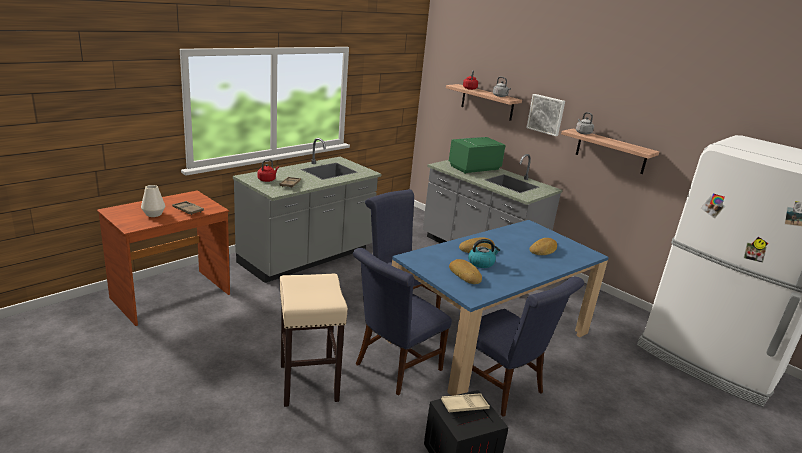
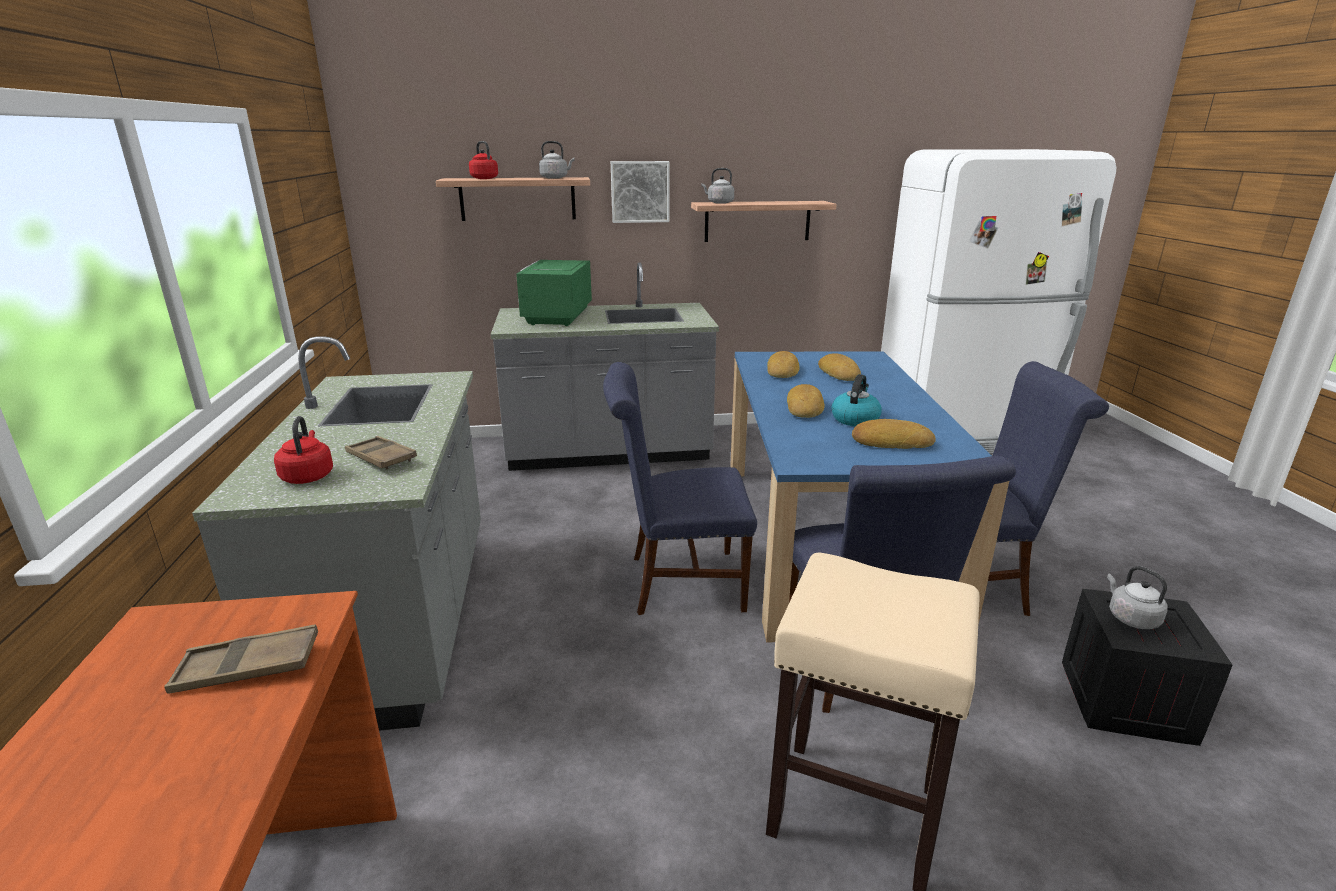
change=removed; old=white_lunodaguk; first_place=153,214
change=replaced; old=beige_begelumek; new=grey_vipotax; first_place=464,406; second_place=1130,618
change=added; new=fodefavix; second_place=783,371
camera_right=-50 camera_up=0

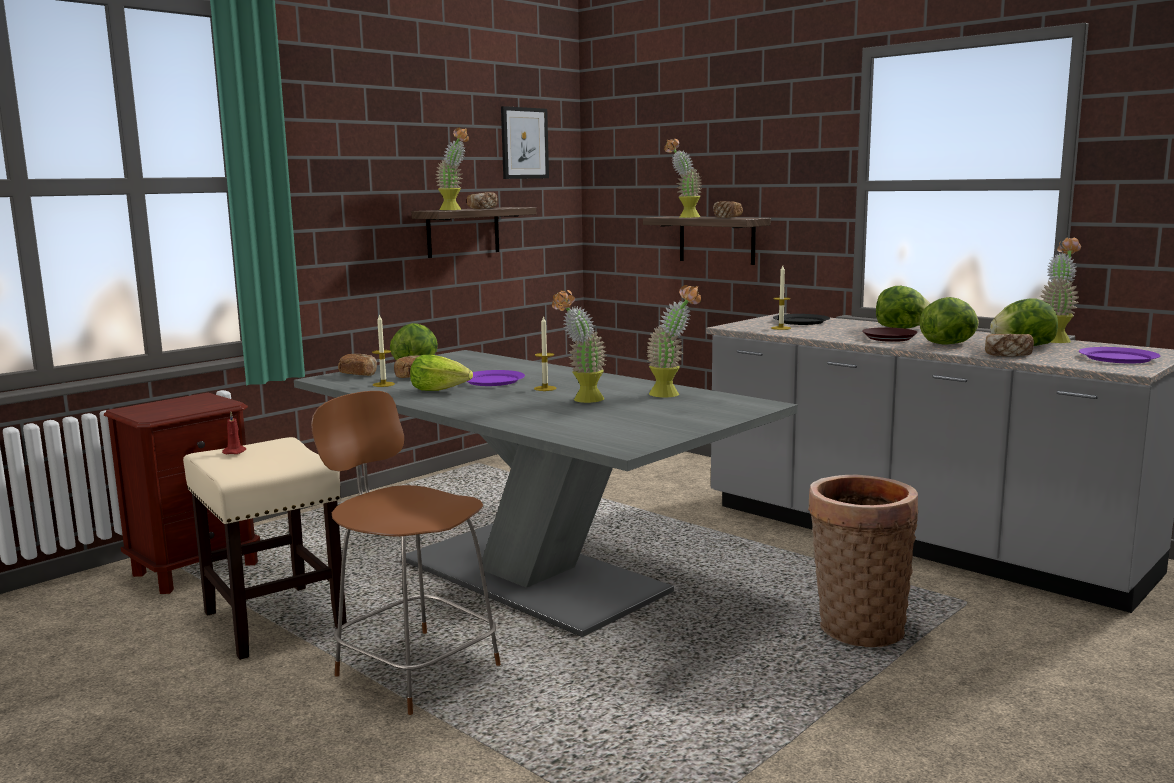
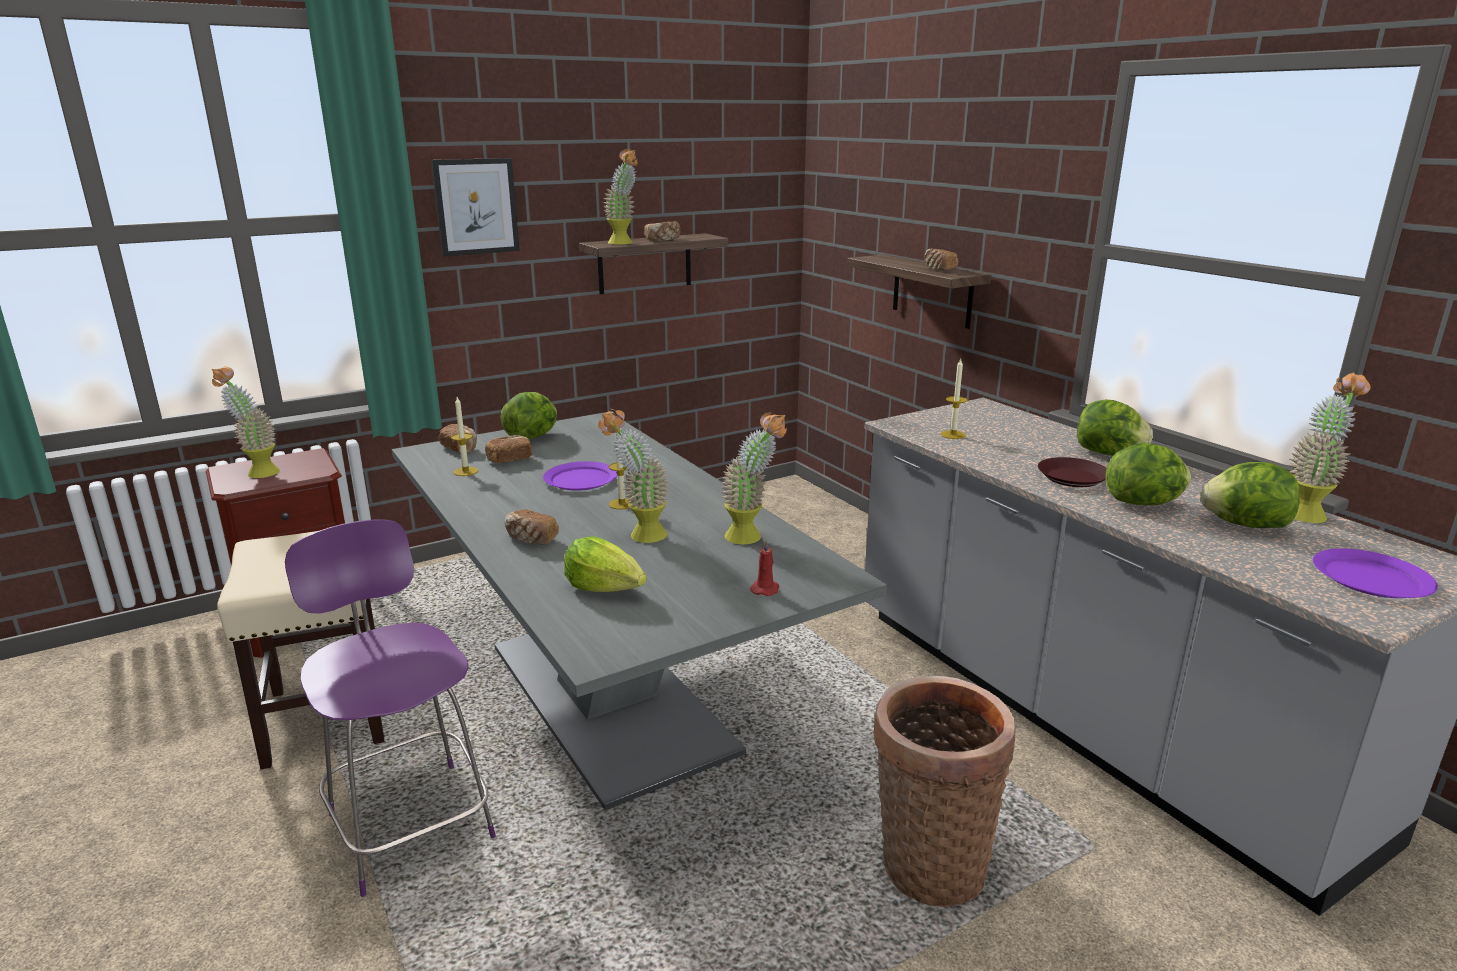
change=moved; old=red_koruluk; first_place=235,452; second_place=765,589
change=recoloured; old=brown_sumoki; new=purple_sumoki; first_place=414,669; second_place=409,822
change=moved; old=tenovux; first_place=440,390; second_place=605,588
change=moved; old=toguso; first_place=524,143; second_place=476,206
change=moved; old=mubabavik; first_place=683,217; second_place=256,472
change=removed; old=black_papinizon; first_place=801,321
change=moved; old=fodefavix; first_place=1007,355; second_place=531,539
camera_right=15 camera_up=10

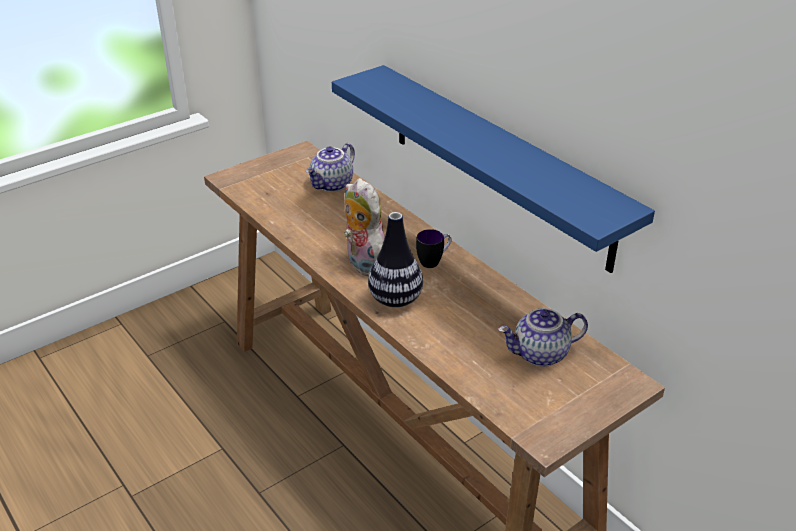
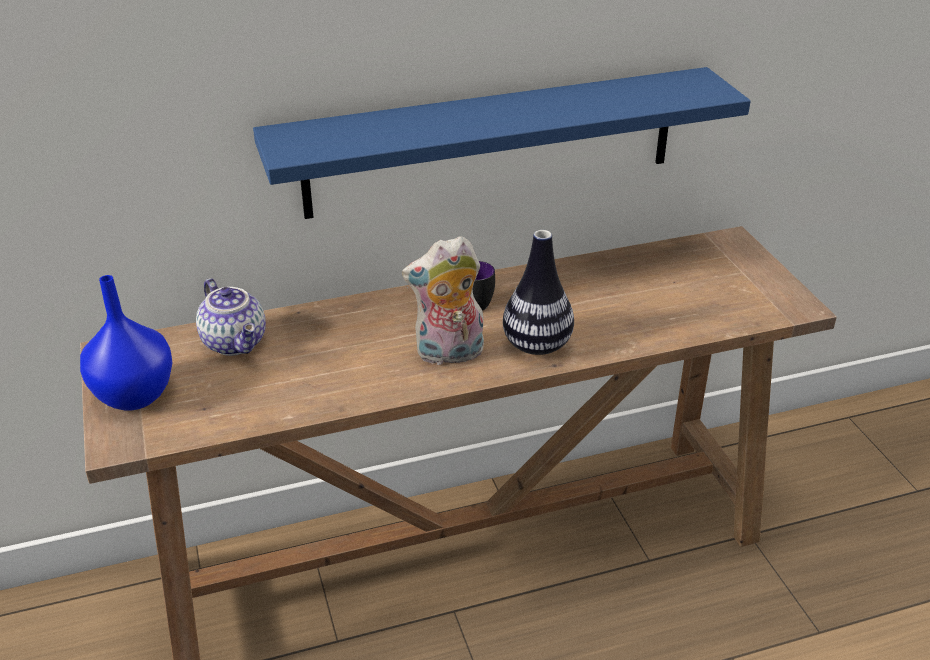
change=removed; old=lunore; first_place=540,355
change=added; new=blue_lunodaguk; second_place=135,394
camera_right=-70 camera_up=0

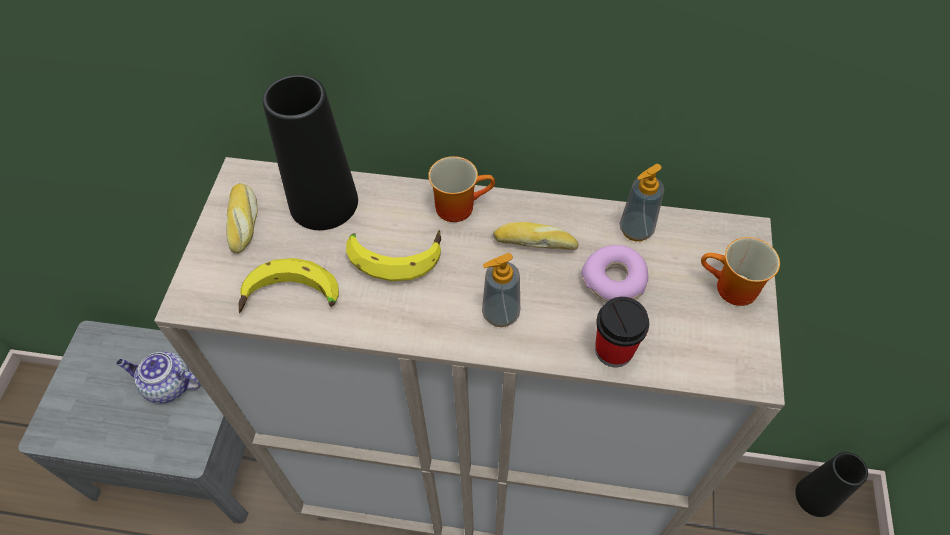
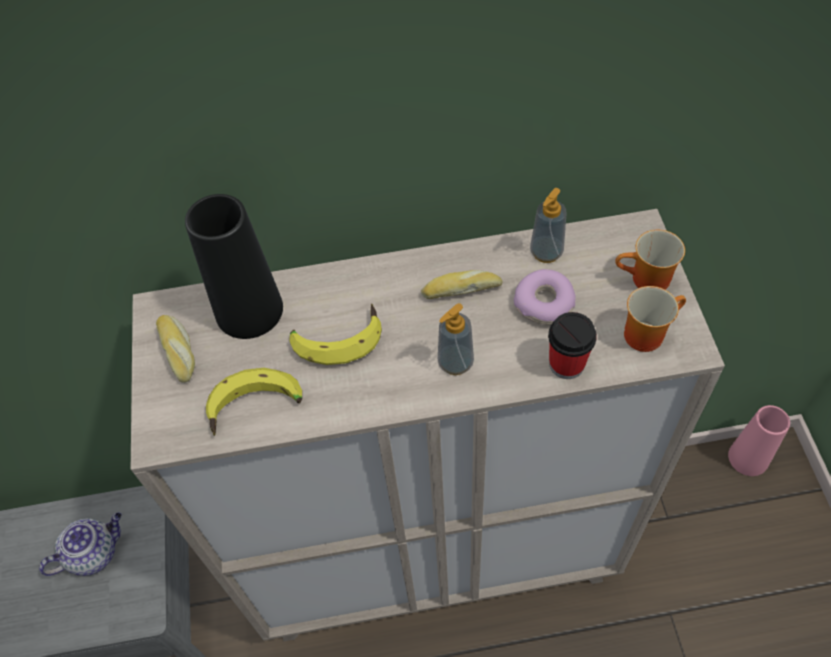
change=turned; old=lunore; first_place=168,385; second_place=94,552; degrees=150
change=moved; old=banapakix; first_place=458,204; second_place=645,331
change=recoloured; old=black_lunodaguk; new=pink_lunodaguk; first_place=816,496; second_place=748,458
camera_right=-15 camera_up=0

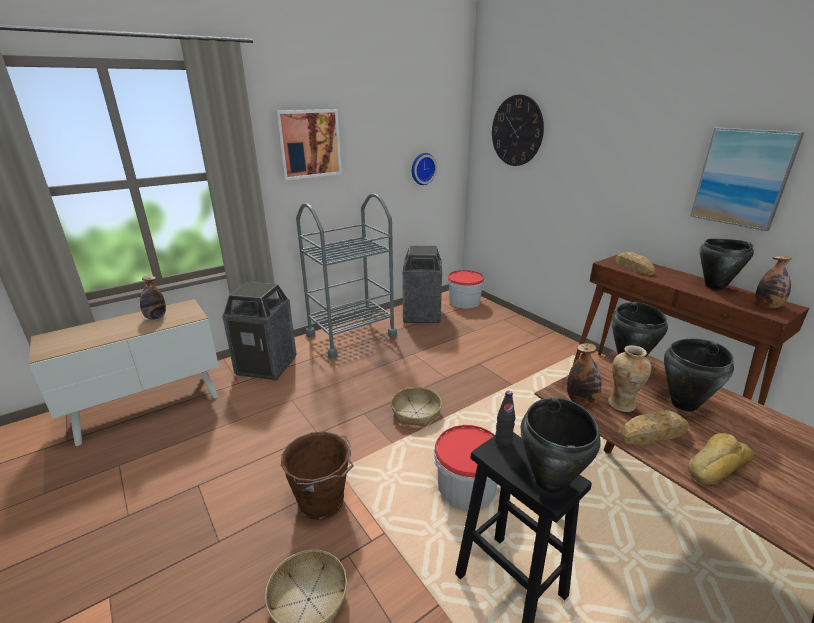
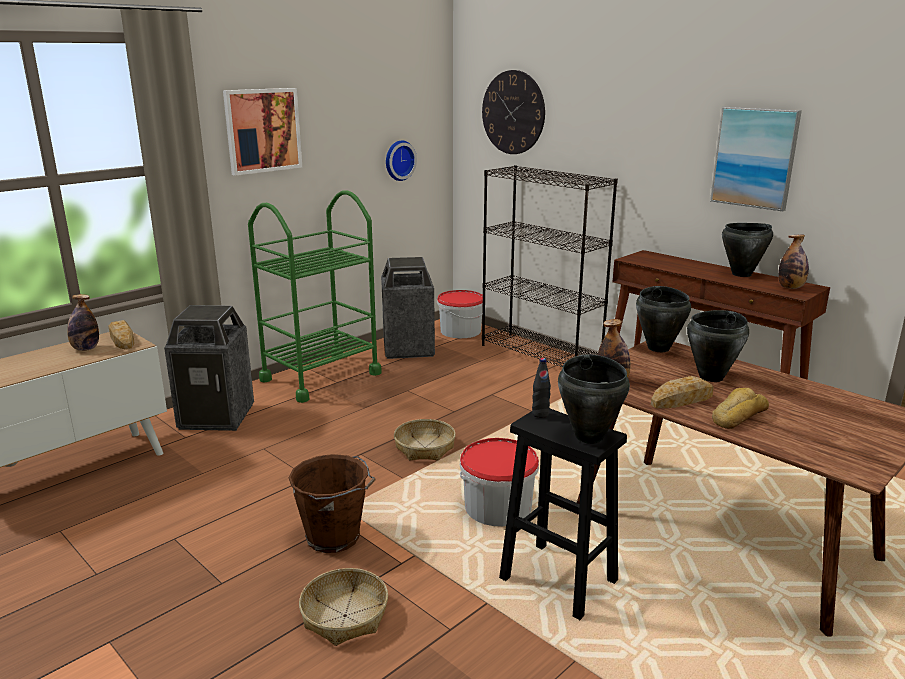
change=recoloured; old=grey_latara; new=green_latara; first_place=351,335; second_place=321,377
change=removed; old=lunodaguk; first_place=621,404
change=moved; old=fodefavix; first_place=633,267; second_place=122,339
change=added; new=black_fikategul; second_place=541,354
camera_right=-10 camera_up=-5

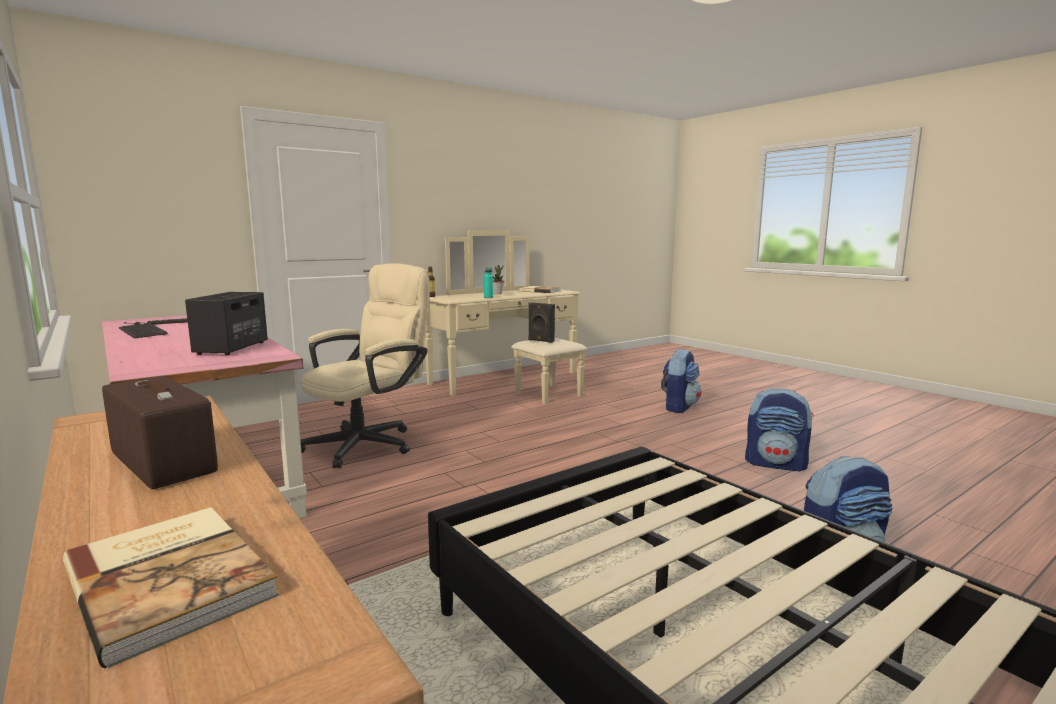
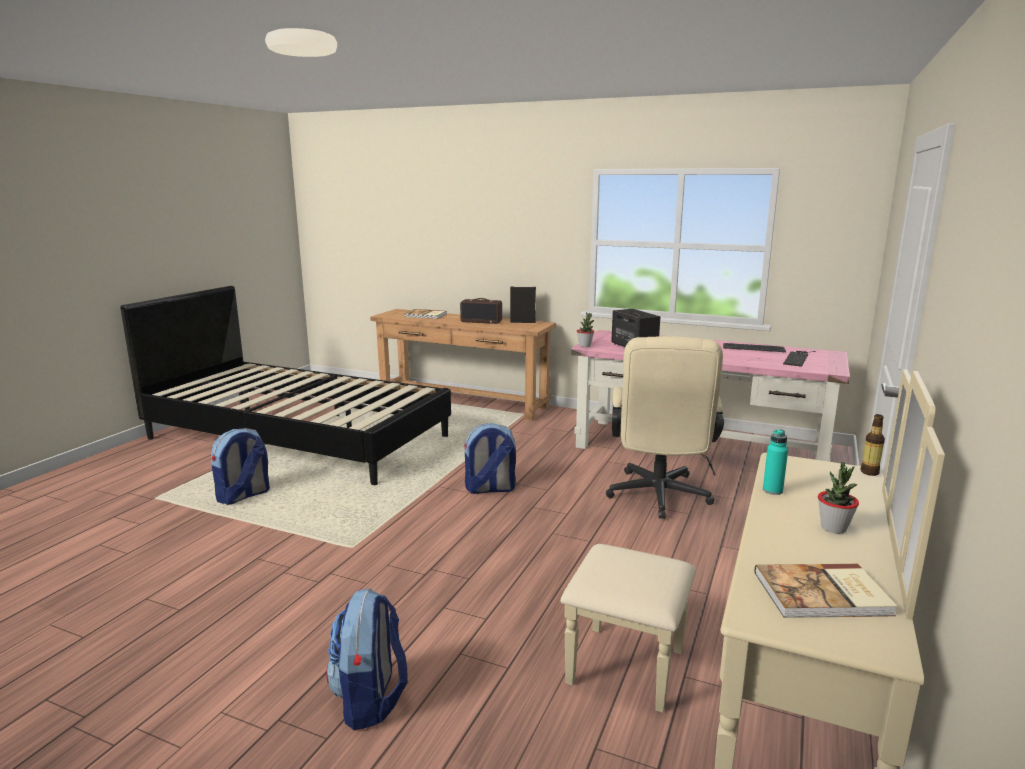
change=moved; old=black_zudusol; first_place=540,341; second_place=522,322
change=moved; old=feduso; first_place=776,464; second_place=490,489
change=added; new=mubabavik; second_place=585,345
camera_right=150 camera_up=5

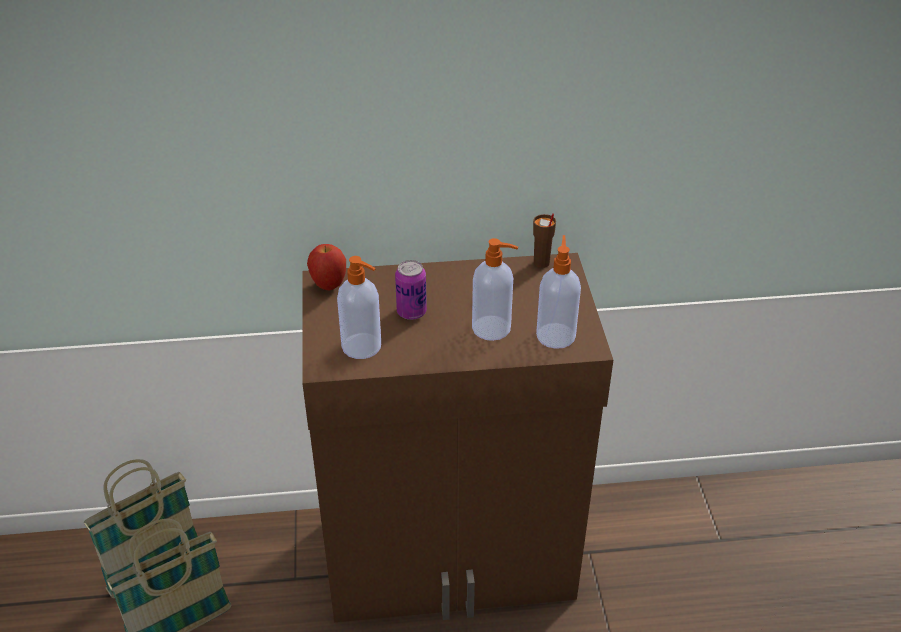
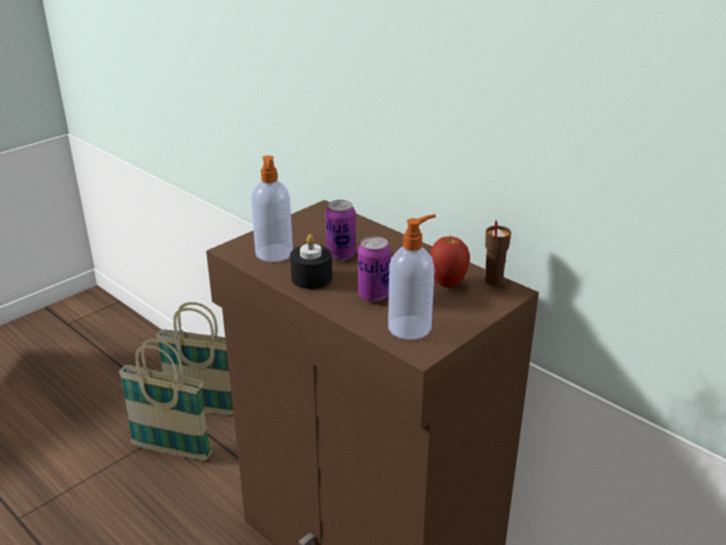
change=moved; old=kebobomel; first_place=329,285; second_place=447,283
change=replaced; old=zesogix; new=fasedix; first_place=493,328; second_place=374,295
change=added; new=black_koruluk; second_place=311,278
camera_right=50 camera_up=-10

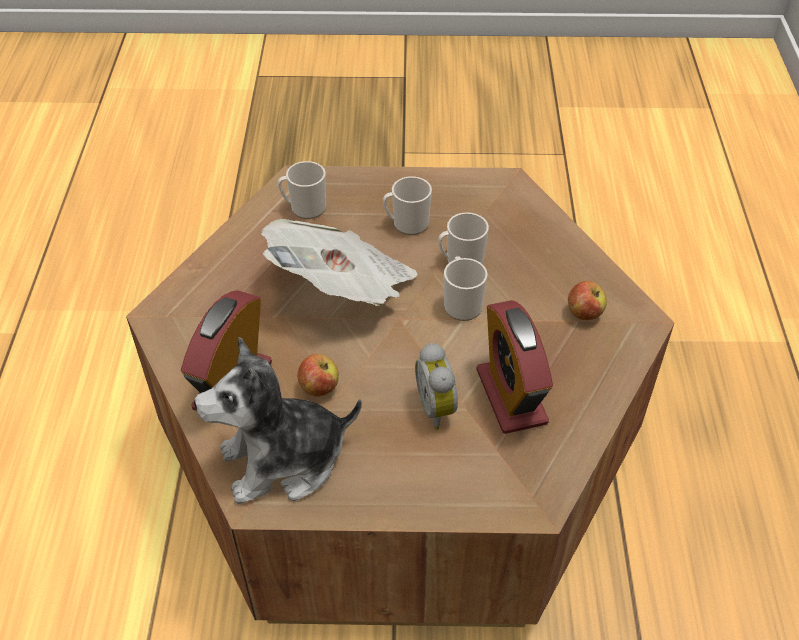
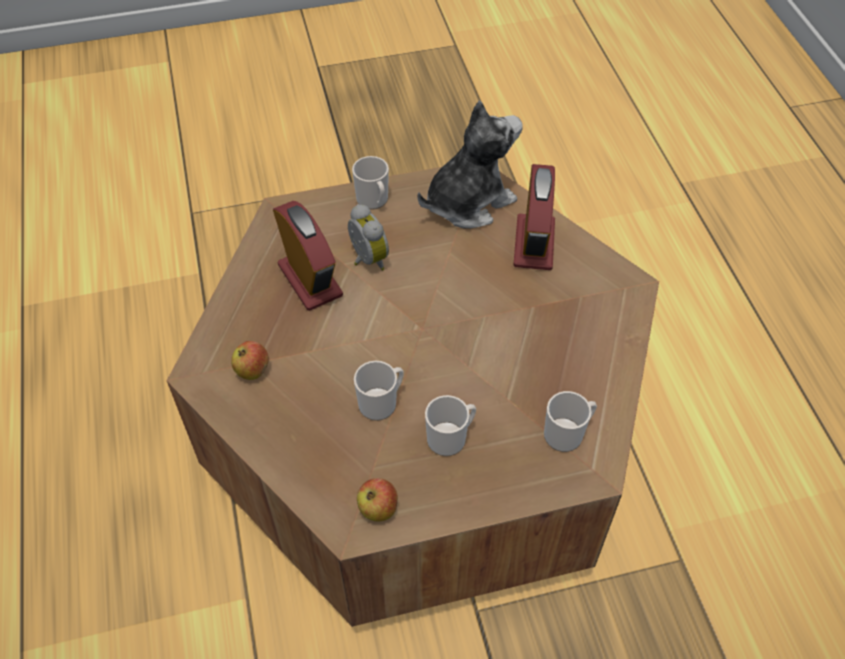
change=removed; old=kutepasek; first_place=343,288
change=moved; old=kebobomel; first_place=319,387; second_place=378,508
change=moved; old=banapakix; first_place=461,303; second_place=374,201
camera_right=165 camera_up=5

